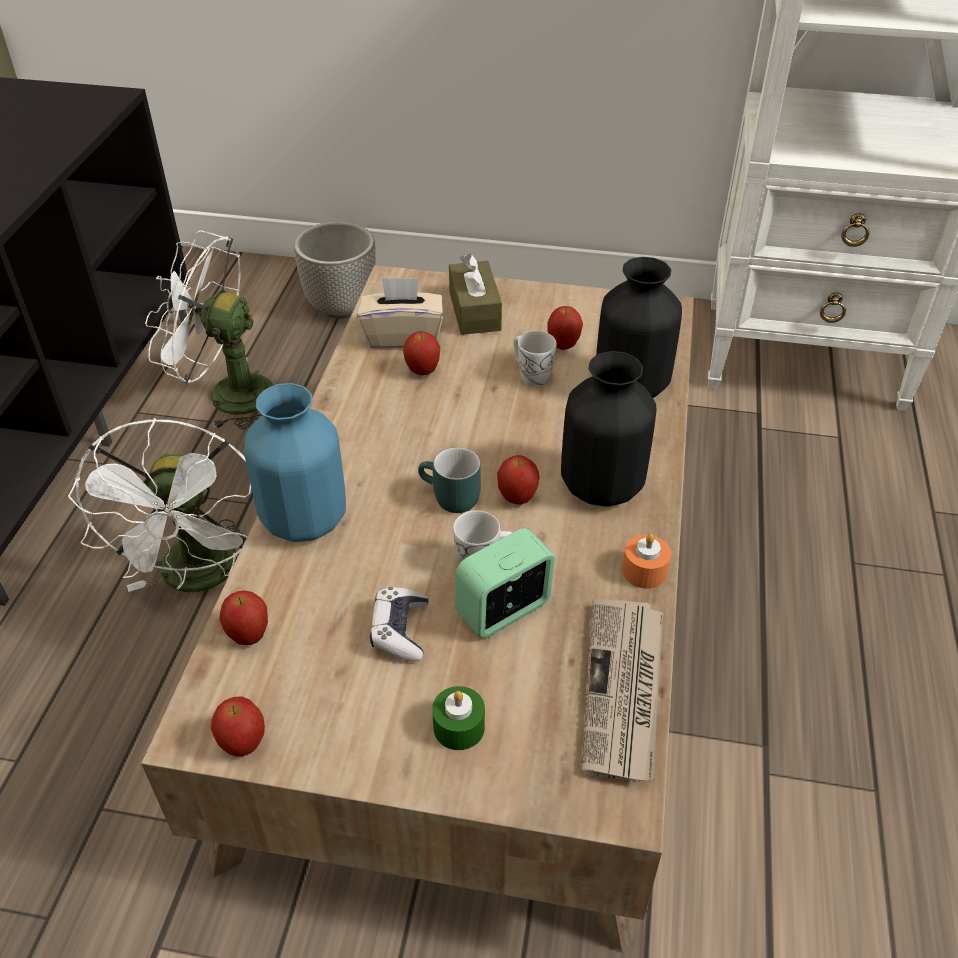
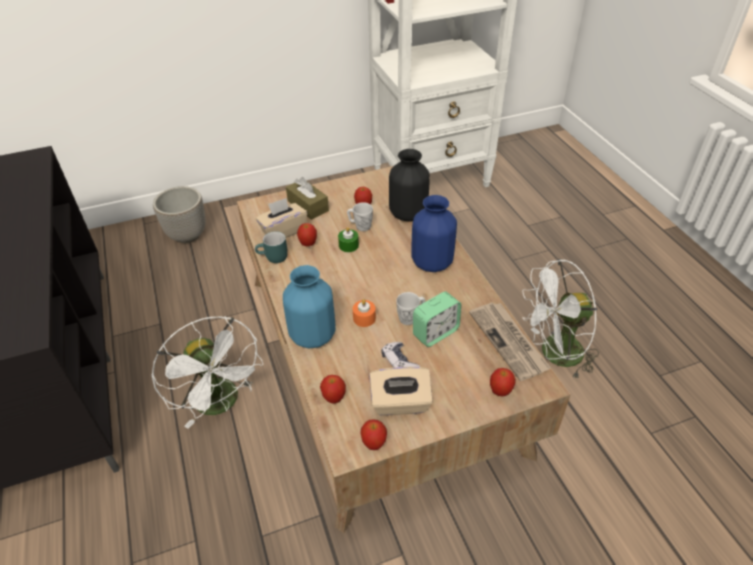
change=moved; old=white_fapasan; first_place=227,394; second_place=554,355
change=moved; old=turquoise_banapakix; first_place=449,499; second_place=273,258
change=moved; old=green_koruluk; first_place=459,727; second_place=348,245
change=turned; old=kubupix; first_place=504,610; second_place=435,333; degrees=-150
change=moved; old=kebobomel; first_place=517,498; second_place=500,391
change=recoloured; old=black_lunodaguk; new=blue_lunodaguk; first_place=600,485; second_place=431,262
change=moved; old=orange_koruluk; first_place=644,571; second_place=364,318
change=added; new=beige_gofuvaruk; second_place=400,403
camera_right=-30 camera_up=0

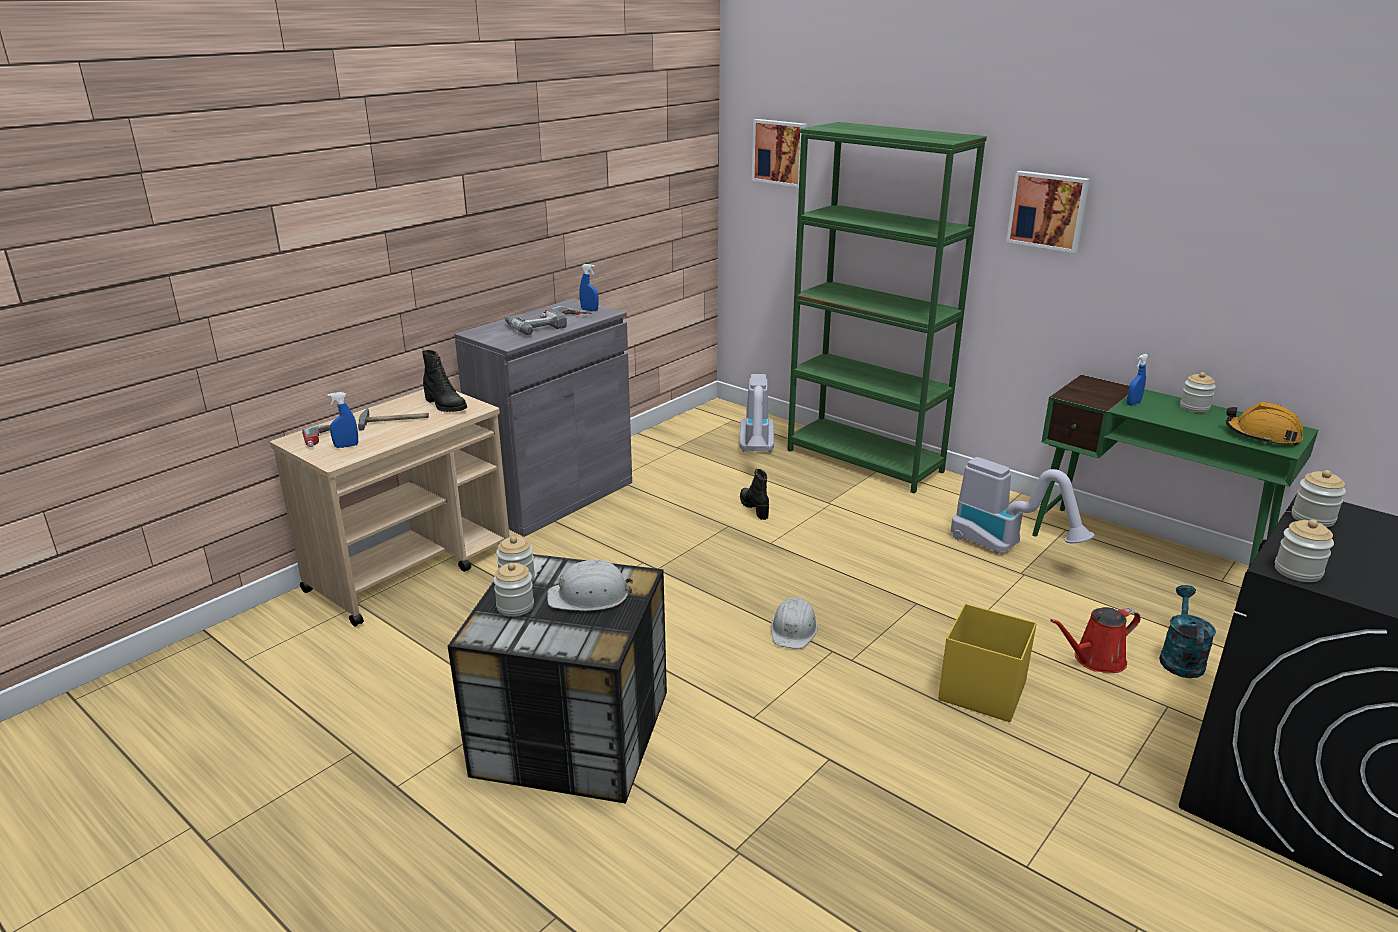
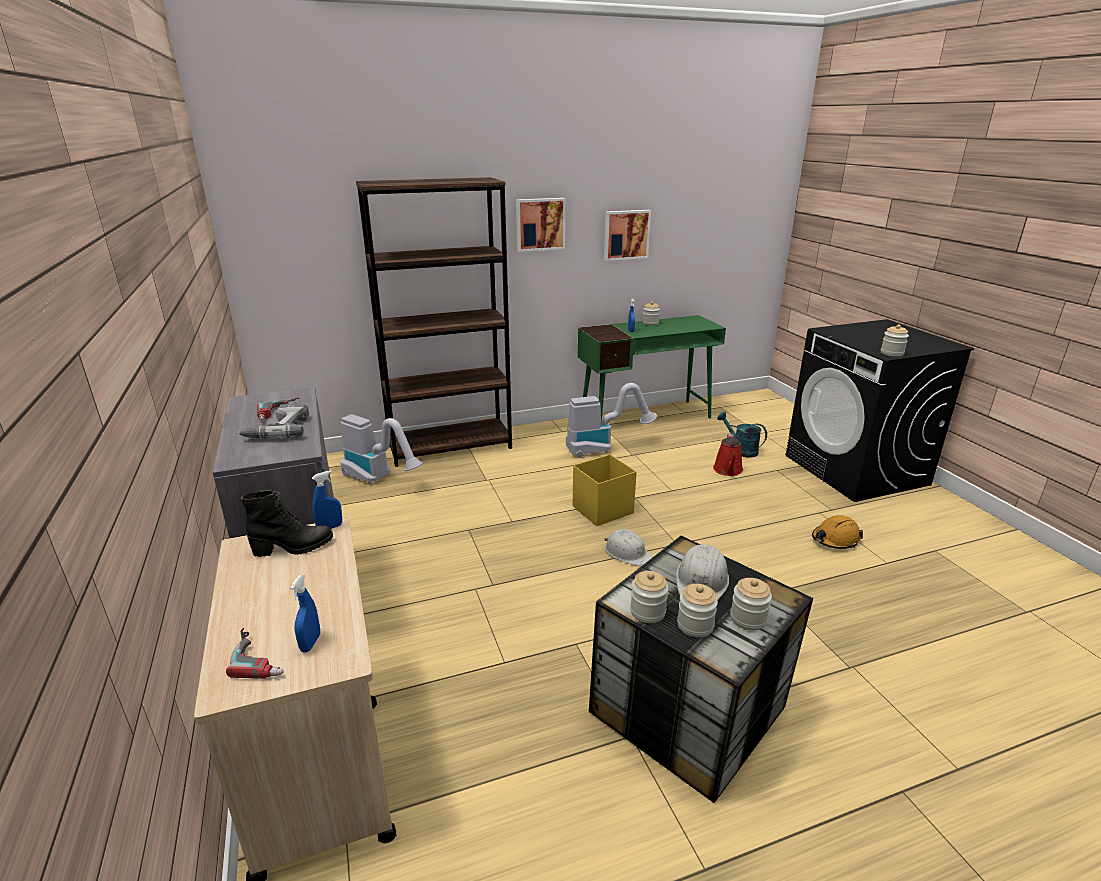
change=removed; old=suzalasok; first_place=394,420
change=moved; old=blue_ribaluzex; first_place=589,310; second_place=330,527
change=removed; old=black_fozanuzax; first_place=755,508
change=moved; old=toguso; first_place=780,152; second_place=625,234
change=recoloured; old=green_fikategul; new=brown_fikategul; first_place=864,461; second_place=450,447
change=moved; old=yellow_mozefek; first_place=981,691; second_place=601,510
change=moved; old=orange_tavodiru; first_place=1262,436; second_place=835,540
change=moved; old=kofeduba; first_place=1312,518; second_place=748,619
camera_right=-60 camera_up=0

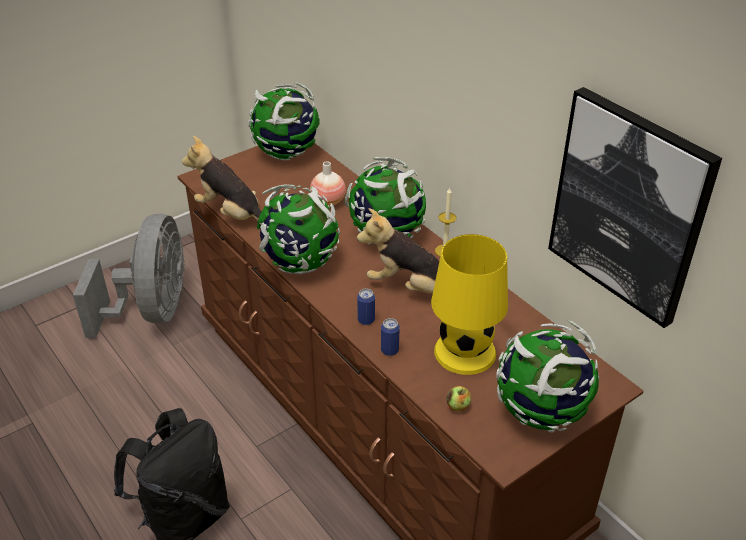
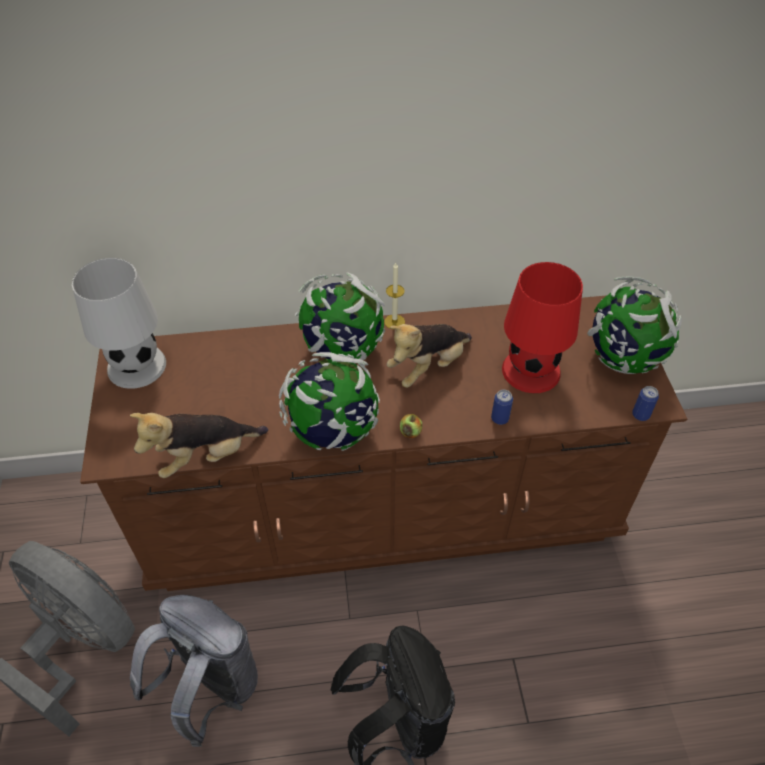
change=replaced; old=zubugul; new=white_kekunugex; first_place=287,153; second_place=137,366
change=removed; old=lunodaguk; first_place=328,201
change=moved; old=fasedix; first_place=366,320; second_place=640,415
change=recoloured; old=yellow_kekunugex; new=red_kekunugex; first_place=464,352; second_place=530,371
change=moved; old=kebobomel; first_place=458,406; second_place=410,432
change=removed; old=toguso; first_place=628,206
change=added; new=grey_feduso; second_place=211,688
camera_right=-60 camera_up=10

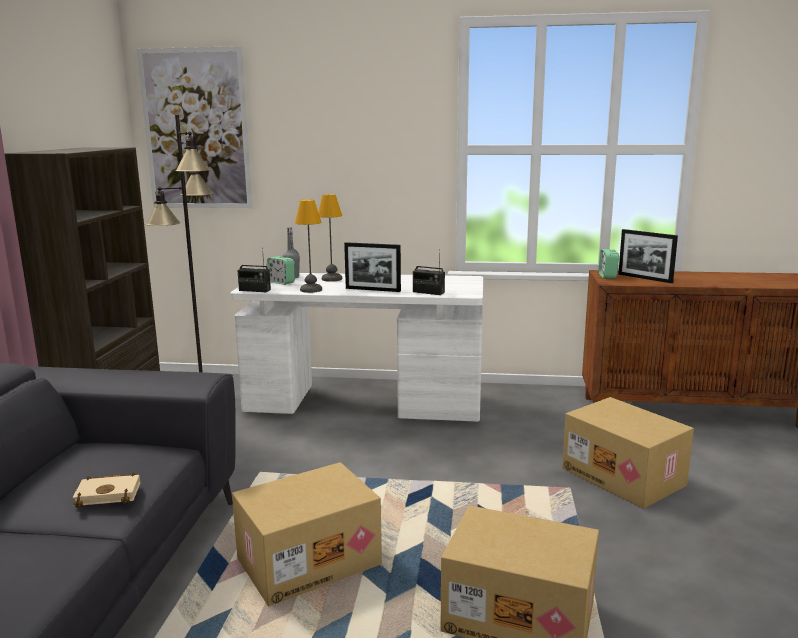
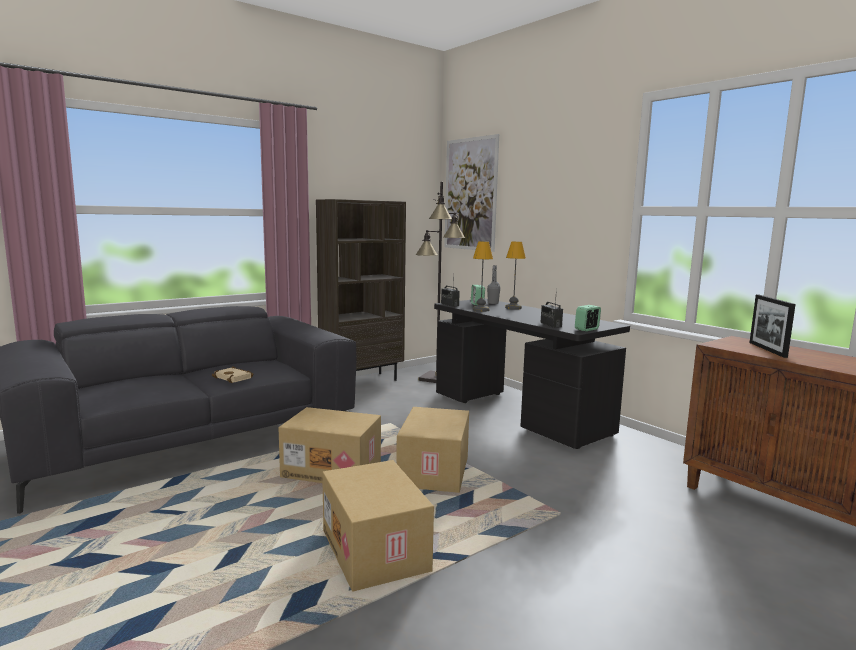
change=recoloured; old=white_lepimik; new=black_lepimik; first_place=364,405; second_place=518,414
change=removed; old=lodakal; first_place=373,289
change=moved; old=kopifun; first_place=624,476; second_place=435,472
change=moved; old=kubupix; first_place=607,276; second_place=587,329
camera_right=45 camera_up=-5

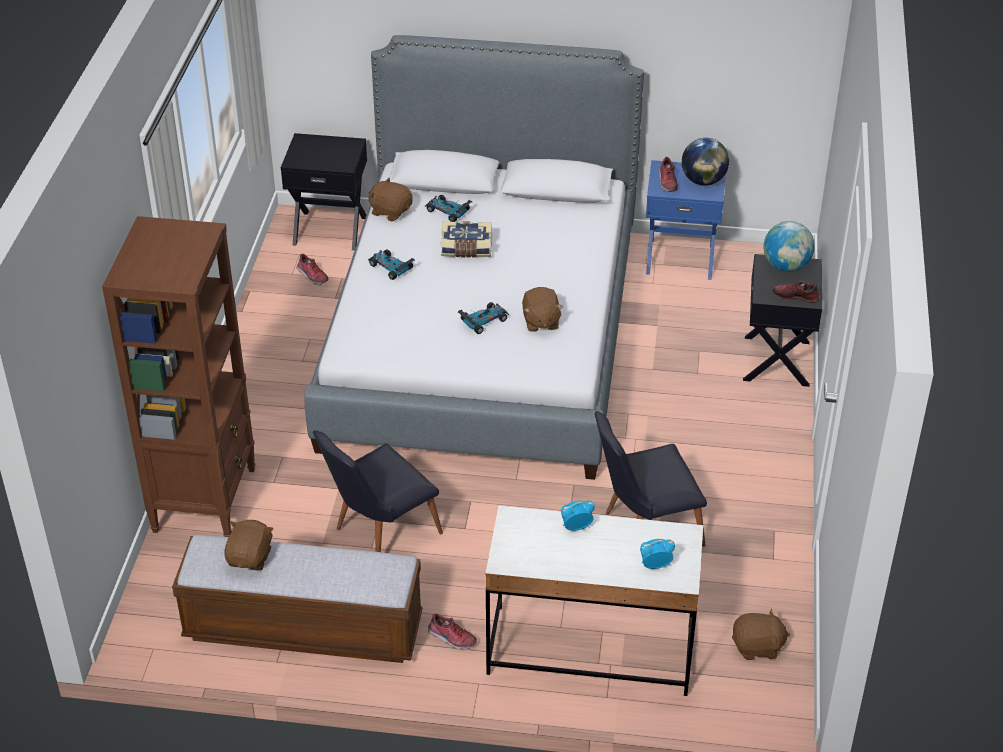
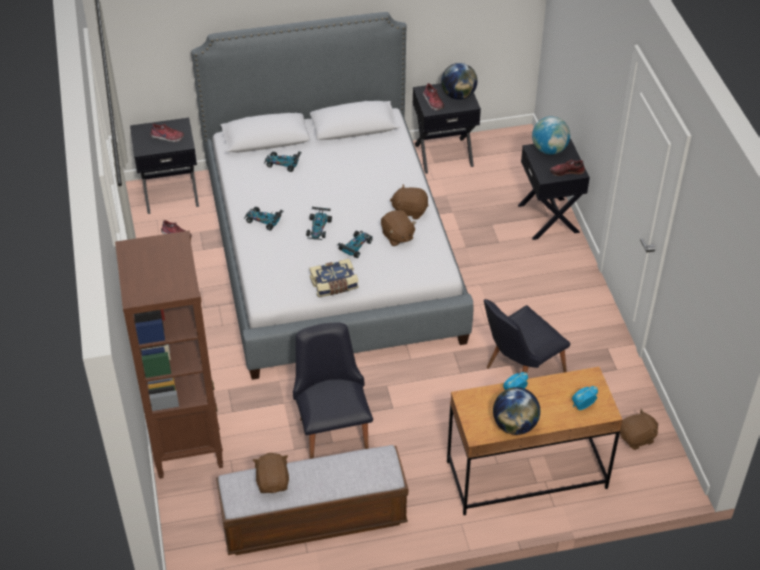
change=turned; old=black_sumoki; first_place=378,534; second_place=332,430; degrees=135
change=moved; old=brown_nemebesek; first_place=390,211; second_place=410,211
change=moved; old=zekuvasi; first_place=451,638; second_place=167,137
change=moved; old=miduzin; first_place=466,248; second_place=334,285
change=recoloured; old=white_lepimik; new=brown_lepimik; first_place=590,650; second_place=526,475
change=recoloured; old=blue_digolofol; new=black_digolofol; first_place=680,258; second_place=443,154
change=added; new=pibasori; second_place=318,227
change=added; new=zubugul; second_place=514,425
camera_right=-20 camera_up=5

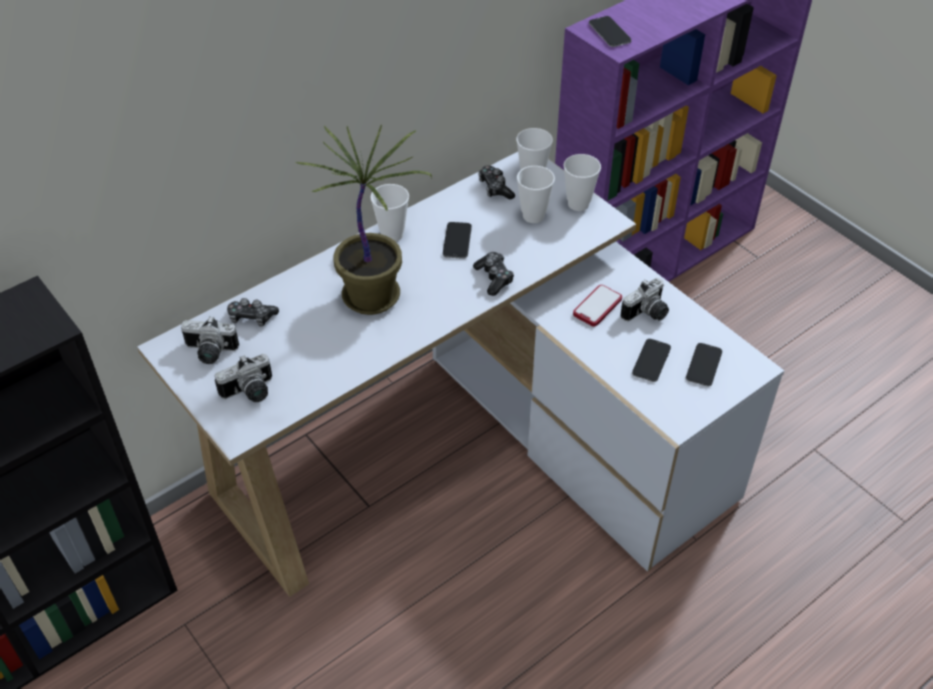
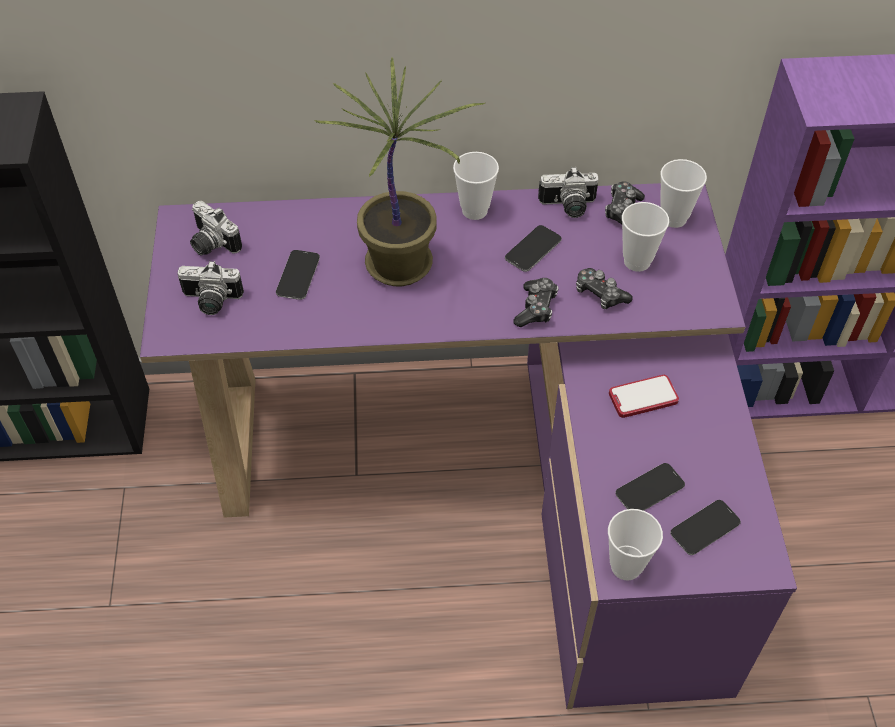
change=recoloured; old=white_lepimik; new=purple_lepimik; first_place=472,451; second_place=493,478
change=moved; old=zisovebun; first_place=251,317; second_place=600,294
change=moved; old=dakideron; first_place=578,204; second_place=626,566
change=moved; old=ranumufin; first_place=609,33; second_place=298,276
change=moved; old=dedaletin; first_place=647,314; second_place=568,207
camera_right=35 camera_up=5

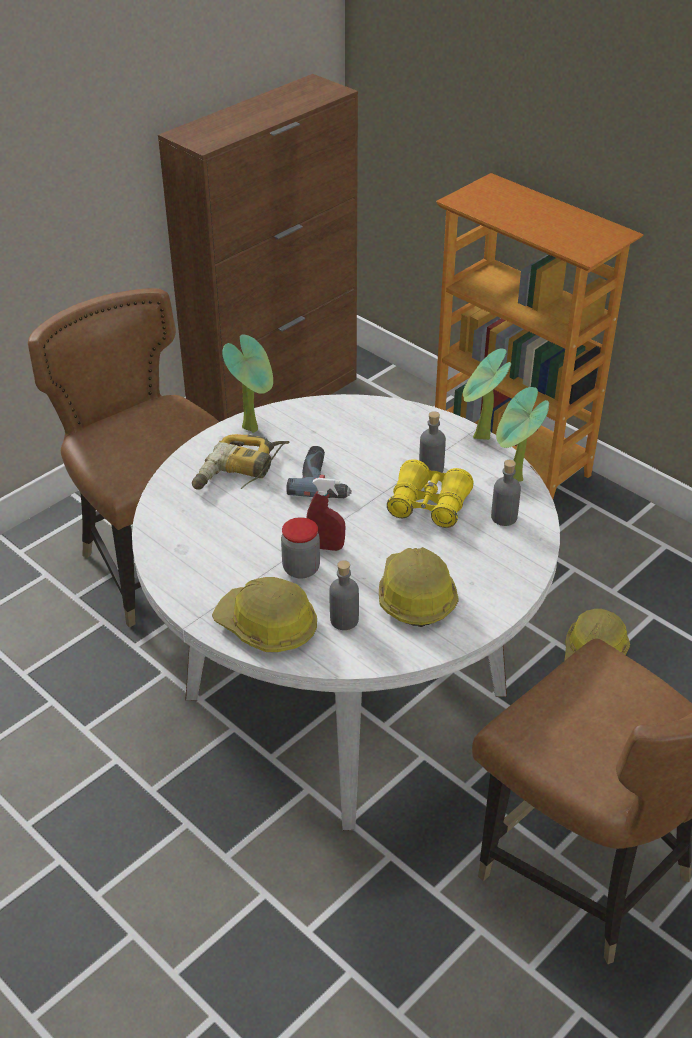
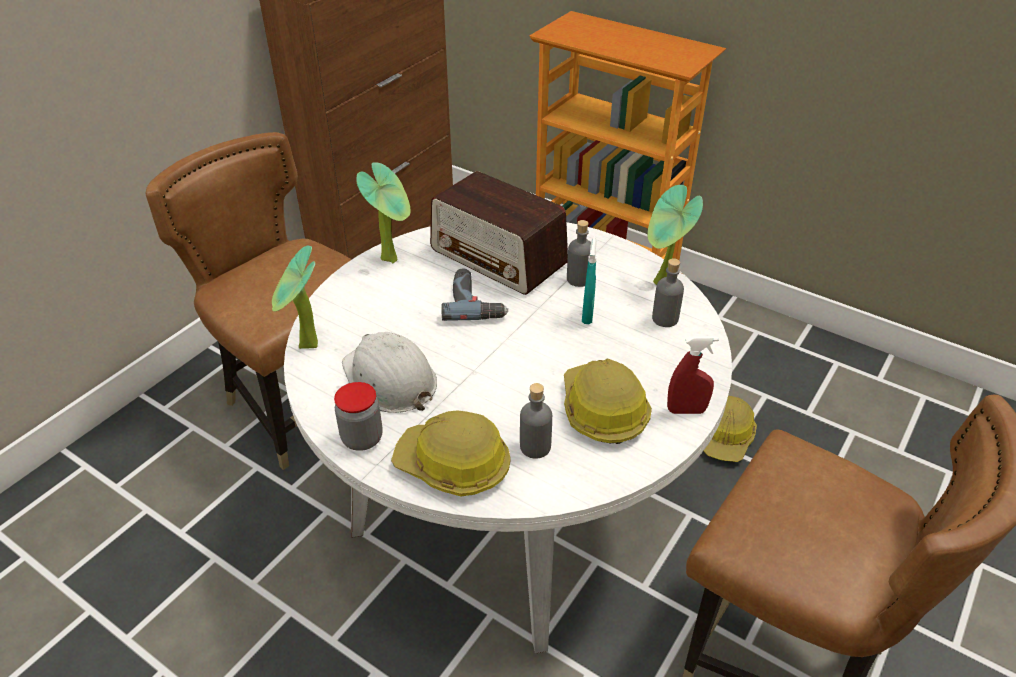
change=removed; old=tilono; first_place=240,473
change=moved; old=kofeduba; first_place=301,569; second_place=362,438
change=moved; old=red_ribaluzex; first_place=326,547; second_place=686,410
change=replaced; old=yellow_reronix; new=turquoise_ribaluzex; first_place=429,505; second_place=587,315
change=moved; old=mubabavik; first_place=480,439; second_place=306,348
change=added; new=white_tavodiru; second_place=389,379
change=added; new=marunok; second_place=498,257
camera_right=-10 camera_up=0

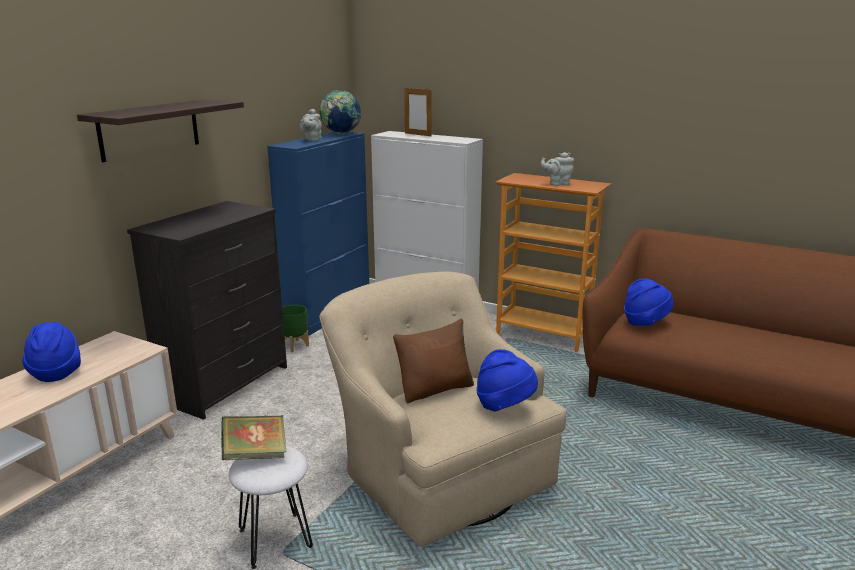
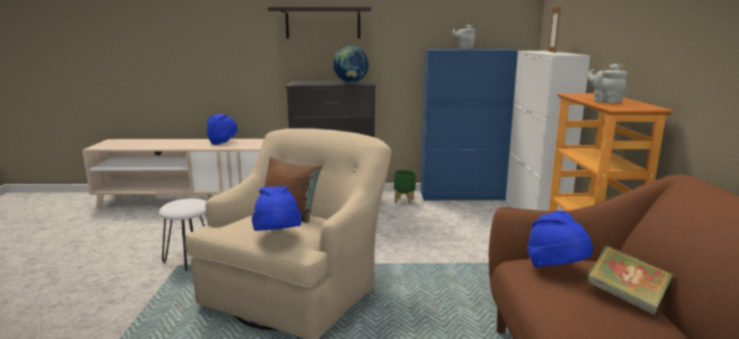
change=moved; old=miduzin; first_place=255,454; second_place=625,297
change=moved; old=zubugul; first_place=340,134; second_place=350,83
camera_right=60 camera_up=-5

